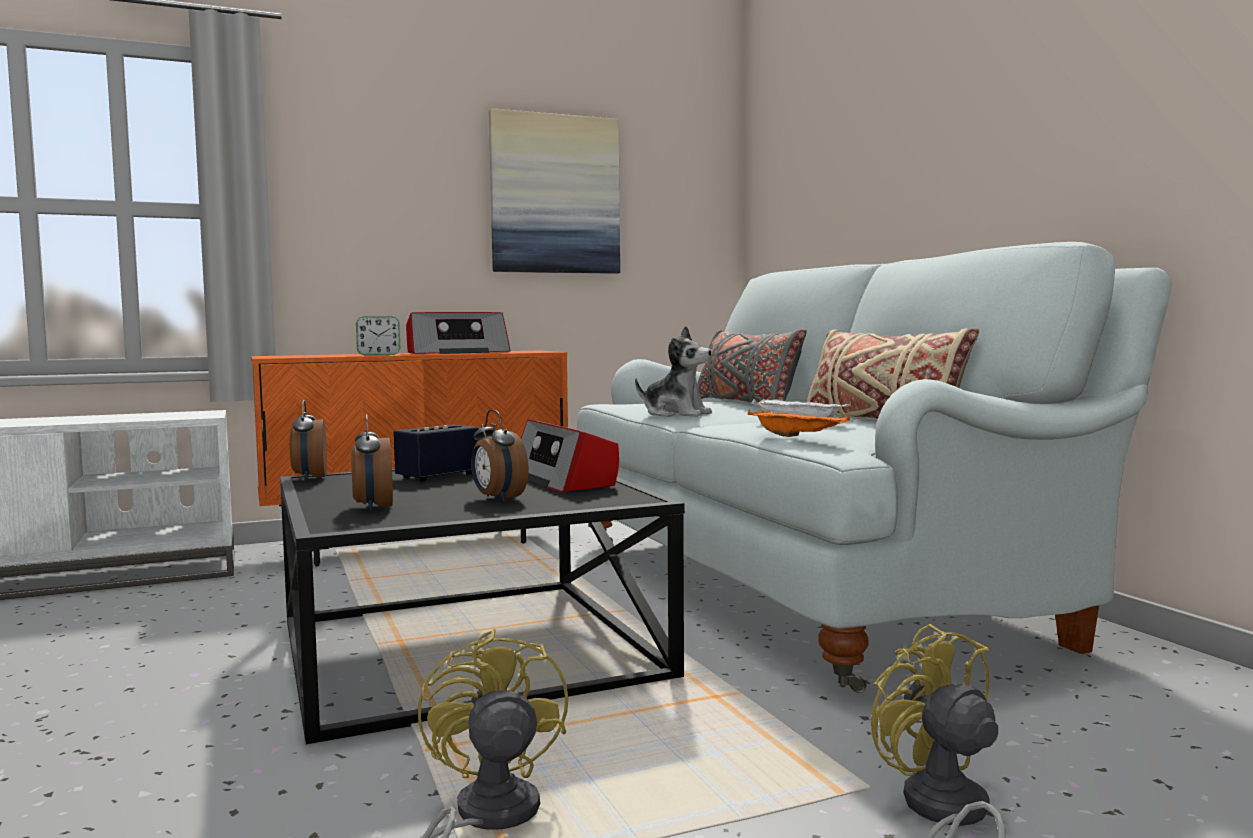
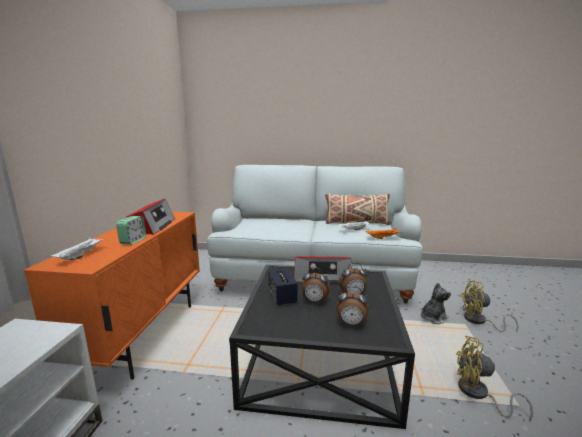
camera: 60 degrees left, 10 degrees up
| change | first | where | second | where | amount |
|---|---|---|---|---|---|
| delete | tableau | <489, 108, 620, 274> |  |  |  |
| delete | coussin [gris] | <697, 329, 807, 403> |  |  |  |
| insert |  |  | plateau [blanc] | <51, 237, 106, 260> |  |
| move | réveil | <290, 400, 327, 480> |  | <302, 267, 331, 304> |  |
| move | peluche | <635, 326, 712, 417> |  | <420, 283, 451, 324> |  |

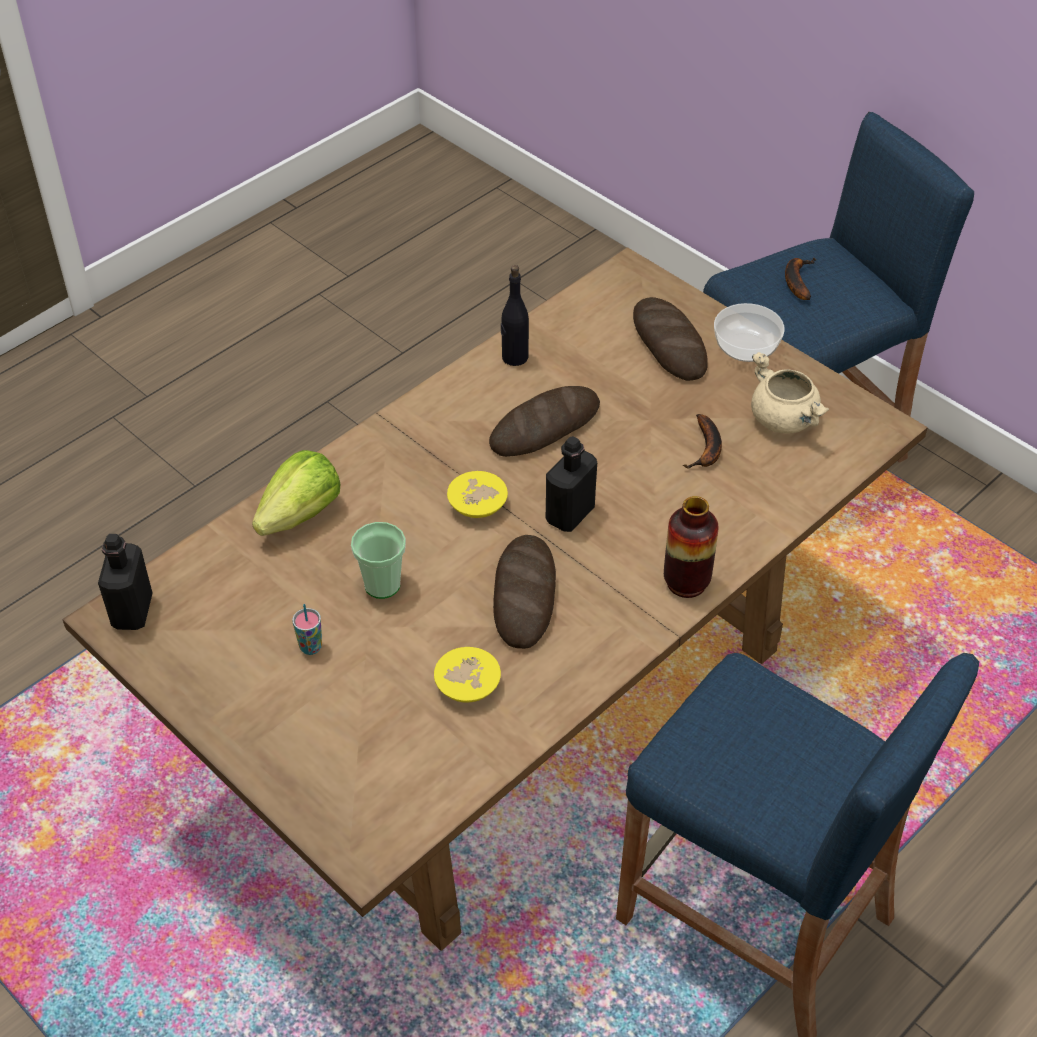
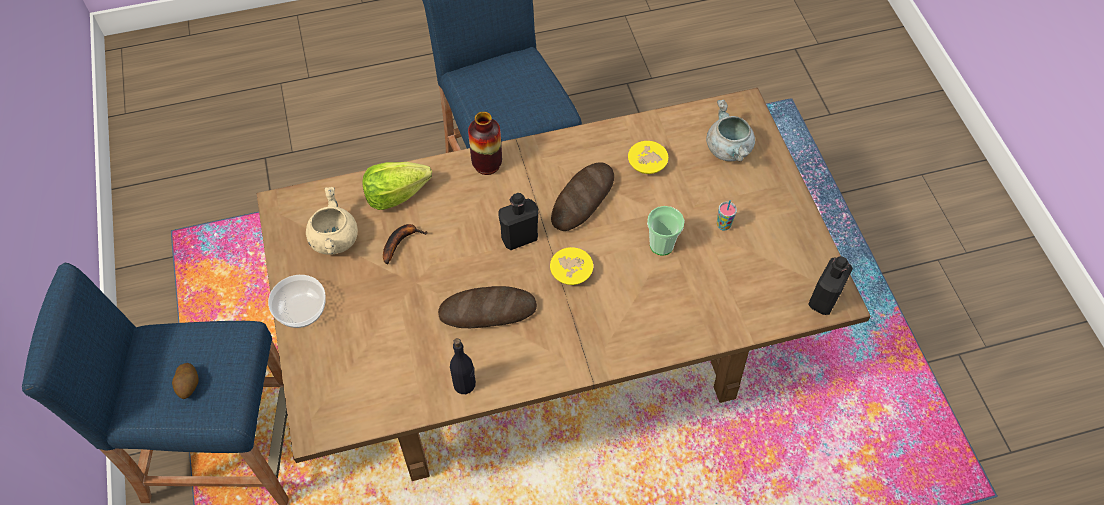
camera: 150 degrees left, 10 degrees up
| change | first | where | second | where | amount |
|---|---|---|---|---|---|
| delete | pain | <633, 297, 708, 381> |  |  |  |
| insert |  |  | marmite [gris] | <706, 99, 755, 162> |  |
| move | laitue | <252, 450, 340, 536> |  | <363, 162, 432, 210> |  |
| replace | banane | <785, 258, 816, 300> | pomme de terre | <172, 363, 199, 399> |  |

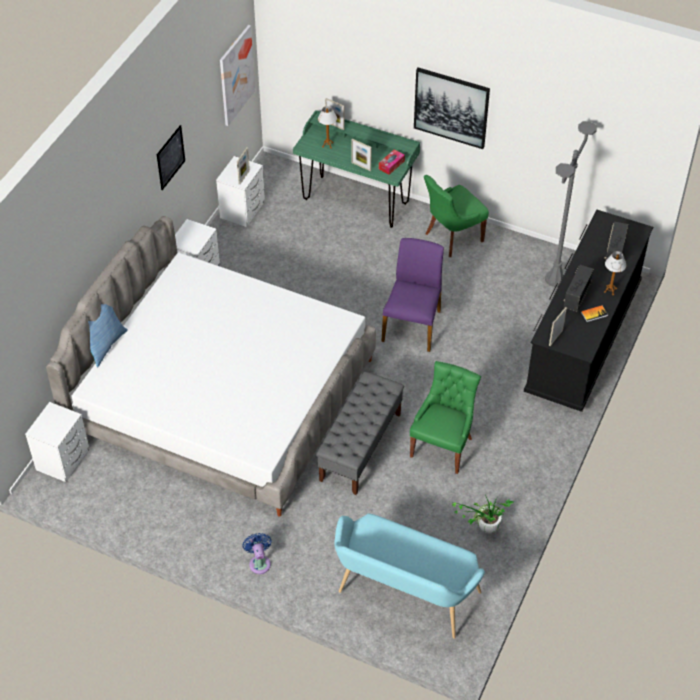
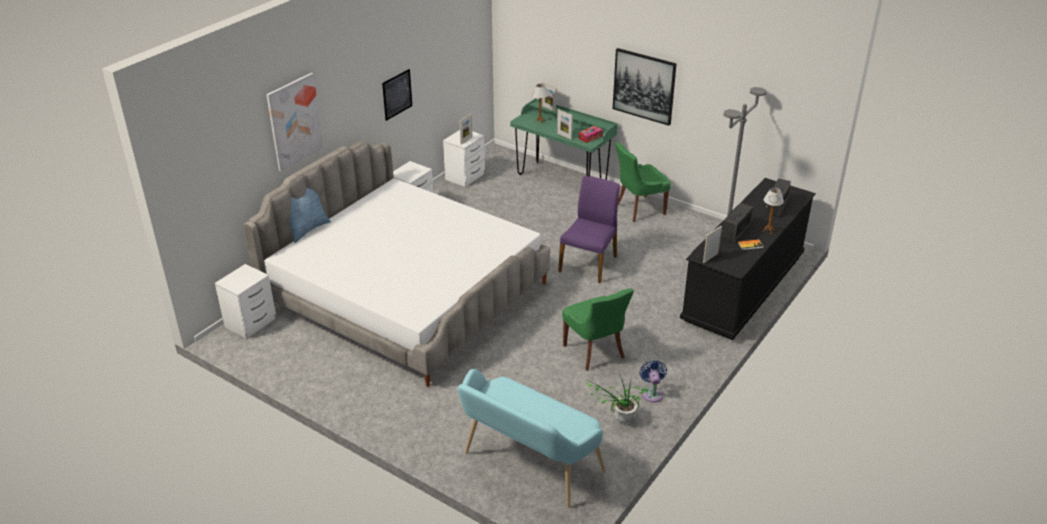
camera: 10 degrees right, 15 degrees down
| change | first | where | second | where | amount |
|---|---|---|---|---|---|
| delete | banc [gris] | <316, 371, 404, 495> |  |  |  |
| move | tableau | <220, 25, 255, 126> |  | <266, 73, 323, 172> |  |
| move | ventilateur [bleu] | <243, 533, 271, 574> |  | <639, 360, 667, 402> |  |
| rotate | chaise [vert] | <410, 361, 481, 474> |  | <562, 288, 634, 371> | 120 degrees clockwise |

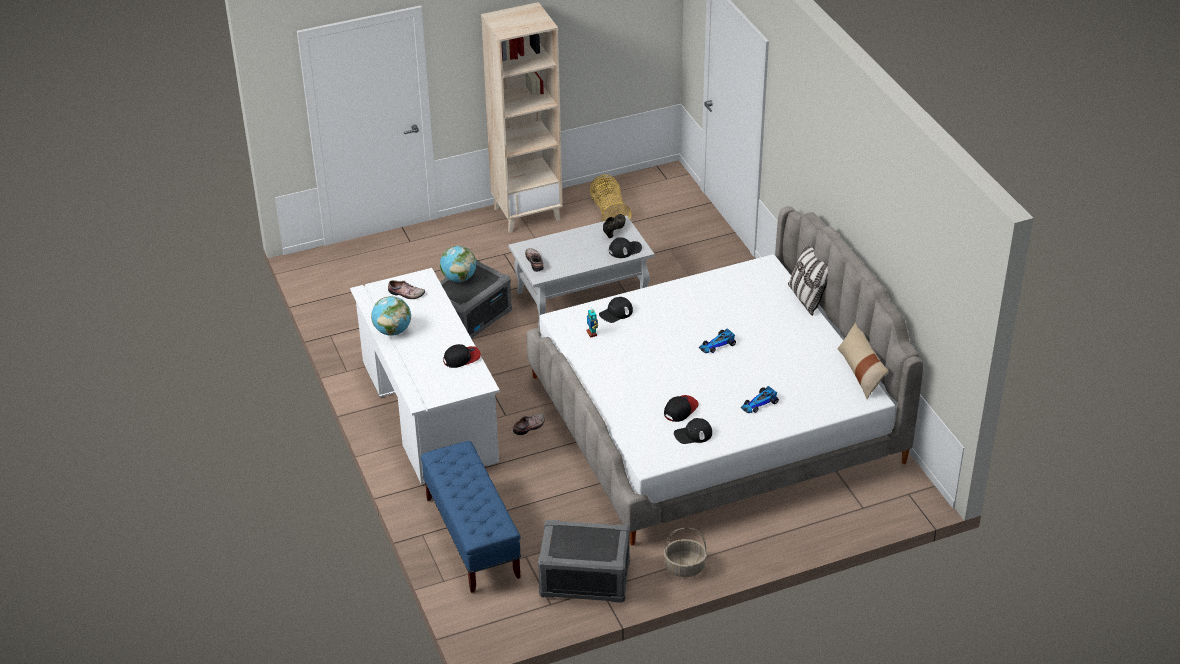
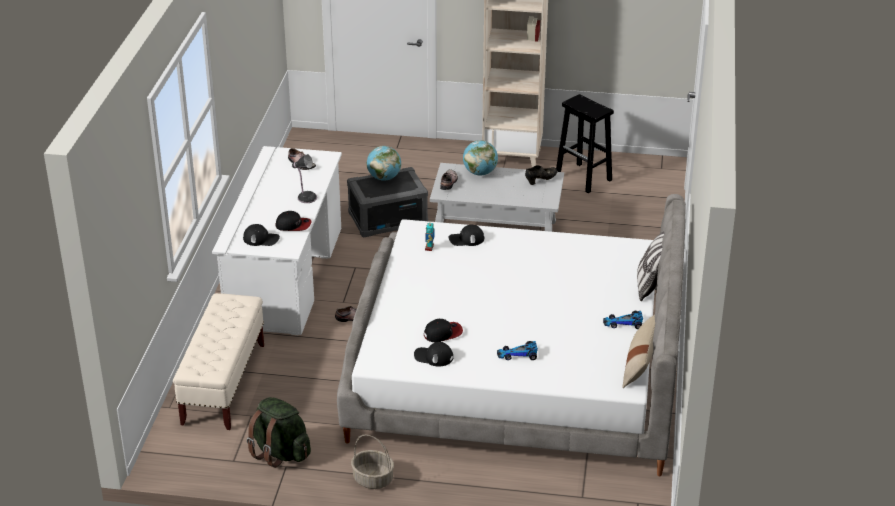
camera: 30 degrees right, 5 degrees down
| change | first | where | second | where | amount |
|---|---|---|---|---|---|
| insert |  |  | lampe de table | <292, 154, 317, 203> |  |
| move | globe | <371, 296, 411, 336> |  | <463, 140, 498, 176> |  |
| move | casquette [noir] | <609, 237, 642, 258> |  | <243, 224, 280, 246> |  |
| move | petite voiture | <699, 328, 736, 353> |  | <603, 311, 643, 329> |  |
| replace | boîte de rangement [gris] | <538, 520, 630, 603> | sac à dos [vert] | <247, 397, 311, 468> |  |
| replace | panier | <590, 175, 632, 222> | tabouret [noir] | <556, 94, 614, 193> |  |
| recolor | banc [bleu] | <421, 441, 521, 593> | banc [beige] | <173, 293, 264, 430> |  |

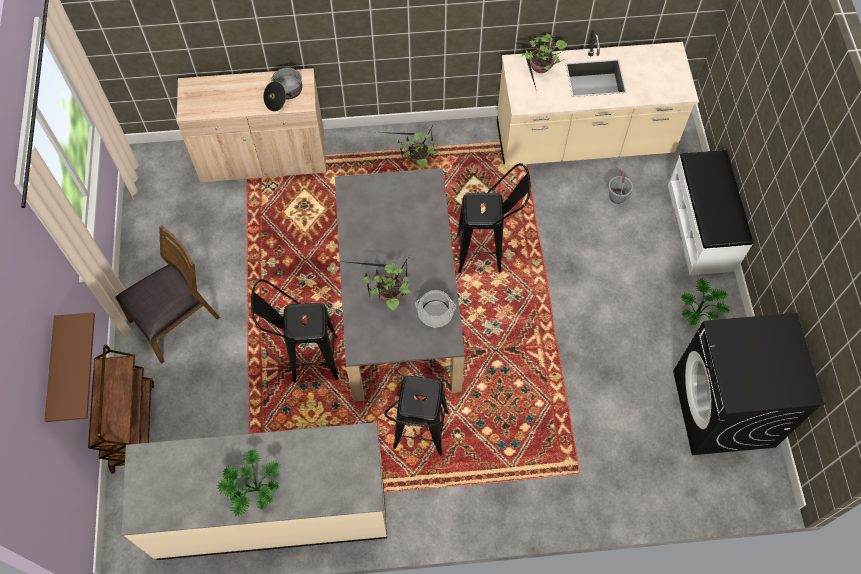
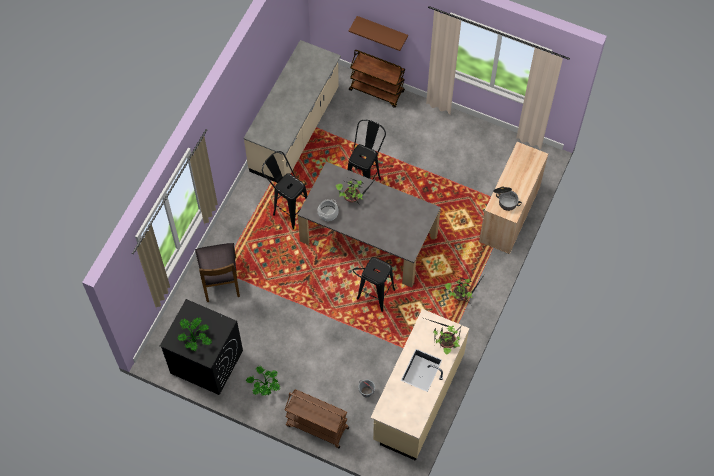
camera: 120 degrees right, 0 degrees up
| change | first | where | second | where | amount |
|---|---|---|---|---|---|
| move | chaise [marron] | <115, 225, 220, 364> |  | <195, 243, 240, 302> |  |
| move | plante en pot | <217, 449, 281, 517> |  | <177, 317, 212, 351> |  |
| replace | banc [blanc] | <668, 150, 753, 275> | chariot [marron] | <285, 389, 349, 448> |  |

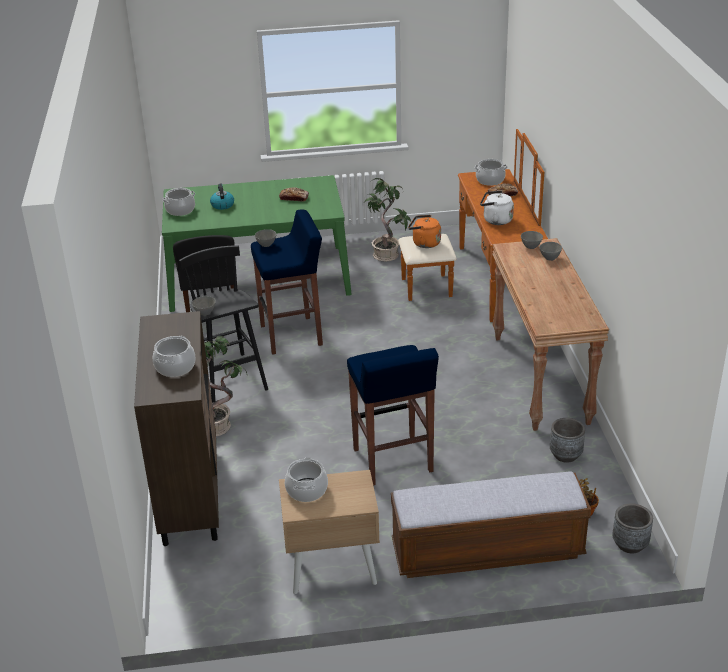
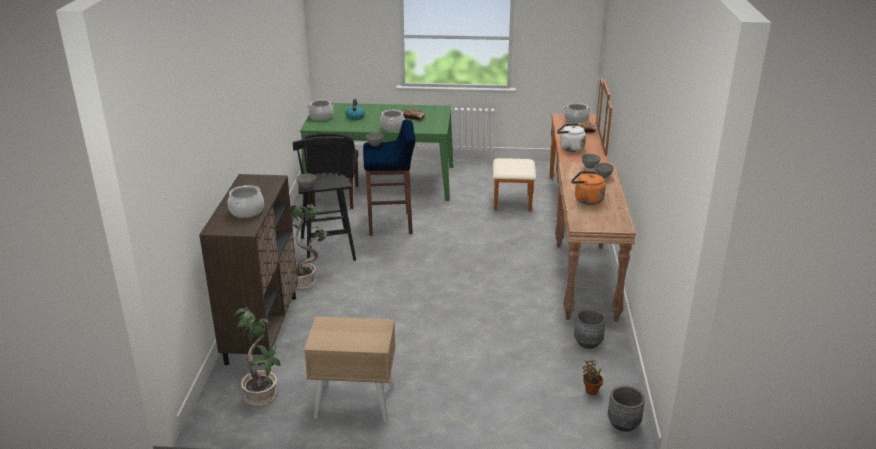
camera: 10 degrees right, 5 degrees down
| change | first | where | second | where | amount |
|---|---|---|---|---|---|
| delete | tabouret [bleu] | <347, 345, 439, 486> |  |  |  |
| delete | banc | <391, 471, 591, 578> |  |  |  |
| move | marmite | <285, 457, 328, 502> |  | <380, 110, 405, 131> |  |
| move | plante en pot | <363, 178, 411, 262> |  | <233, 305, 281, 406> |  |
| move | bouilloire [orange] | <408, 215, 441, 248> |  | <571, 171, 606, 205> |  |

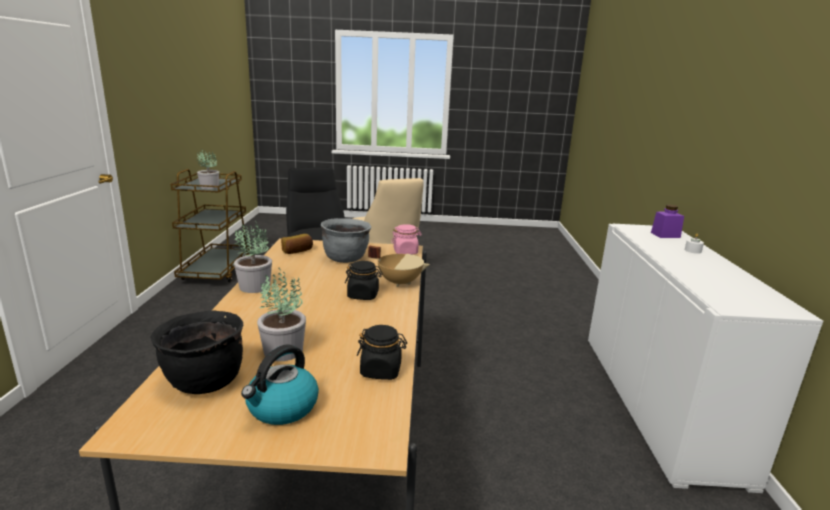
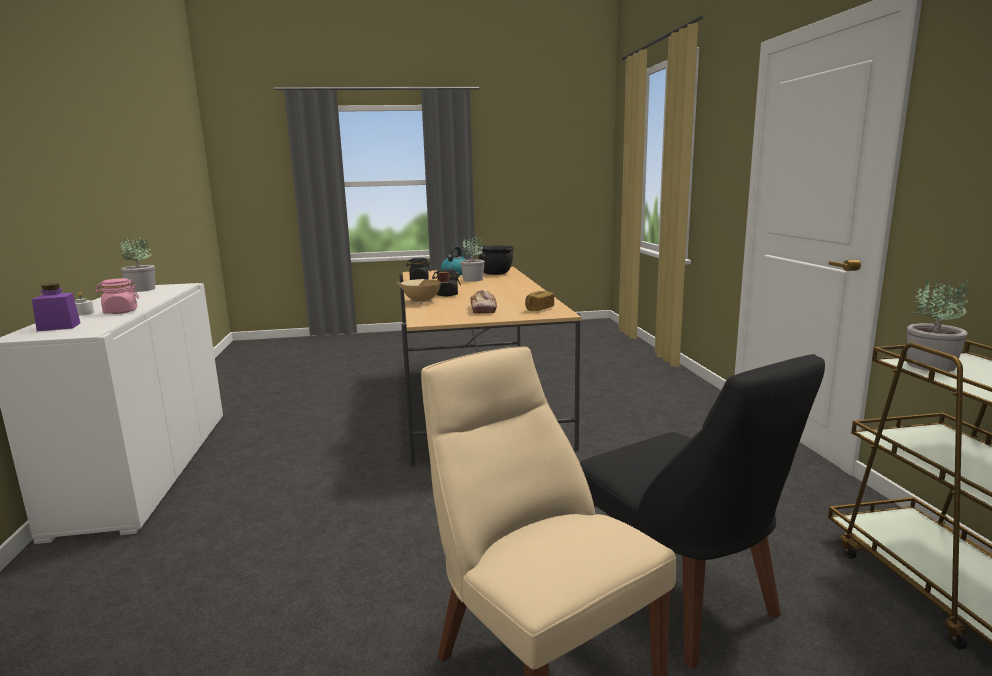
camera: 170 degrees right, 5 degrees down
| change | first | where | second | where | amount |
|---|---|---|---|---|---|
| move | plante en pot | <234, 221, 272, 293> |  | <120, 237, 155, 292> |  |
| move | bocal [rose] | <391, 224, 422, 254> |  | <95, 278, 139, 314> |  |
| replace | marmite [gris] | <321, 218, 371, 263> | pain | <470, 290, 497, 314> |  |

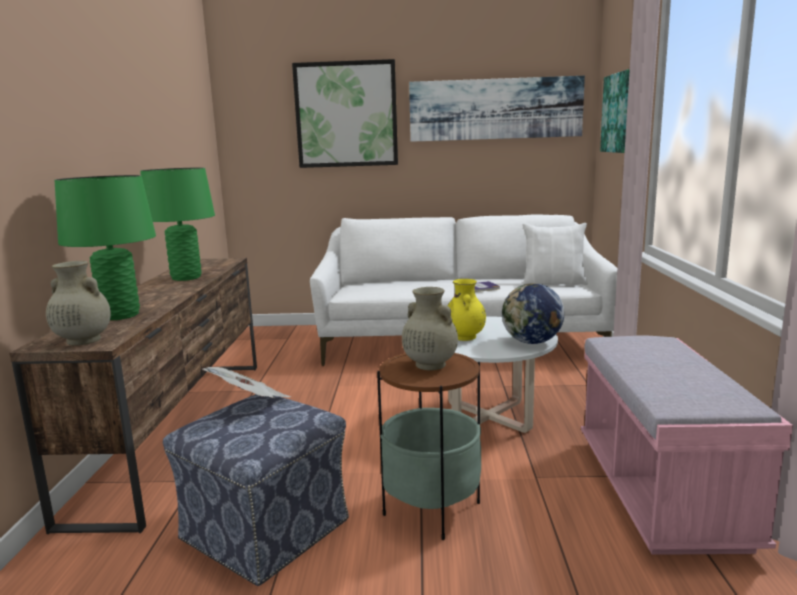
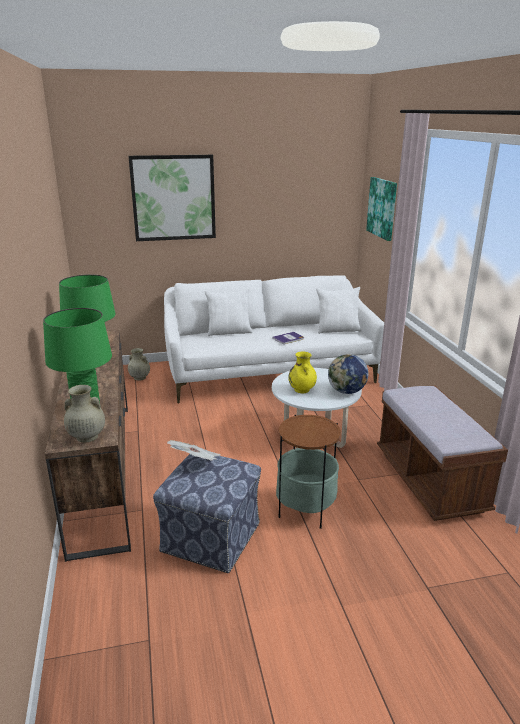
camera: 15 degrees left, 10 degrees up
| change | first | where | second | where | amount |
|---|---|---|---|---|---|
| delete | tableau | <409, 76, 585, 142> |  |  |  |
| insert |  |  | coussin [blanc] | <205, 288, 253, 336> |  |
| move | vase [beige] | <402, 287, 458, 370> |  | <128, 348, 150, 381> |  |
| recolor | banc [rose] | <581, 336, 793, 555> | banc [marron] | <377, 385, 508, 521> |  |

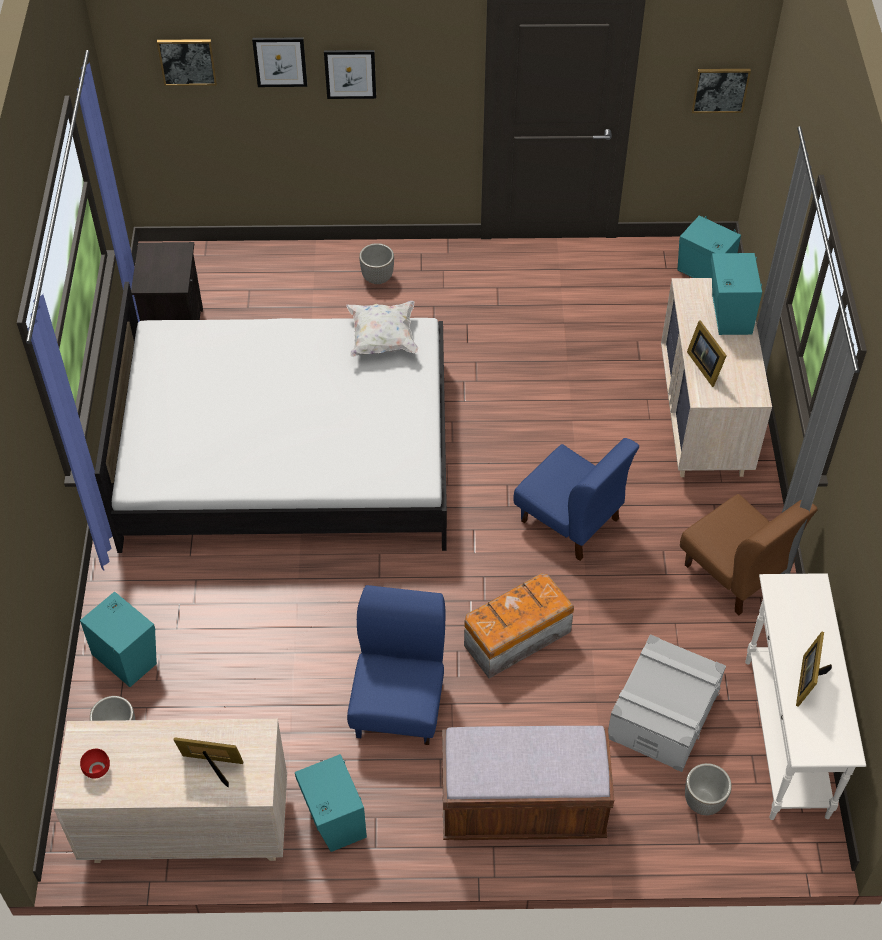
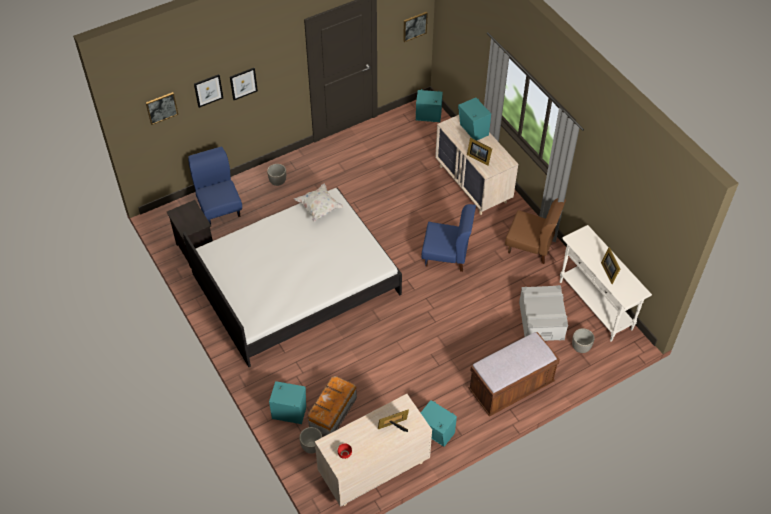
camera: 30 degrees left, 0 degrees up
| change | first | where | second | where | amount |
|---|---|---|---|---|---|
| move | chaise [bleu] | <347, 585, 445, 745> |  | <188, 147, 242, 224> |  |
| move | boîte de rangement | <464, 573, 574, 678> |  | <308, 376, 357, 437> |  |

